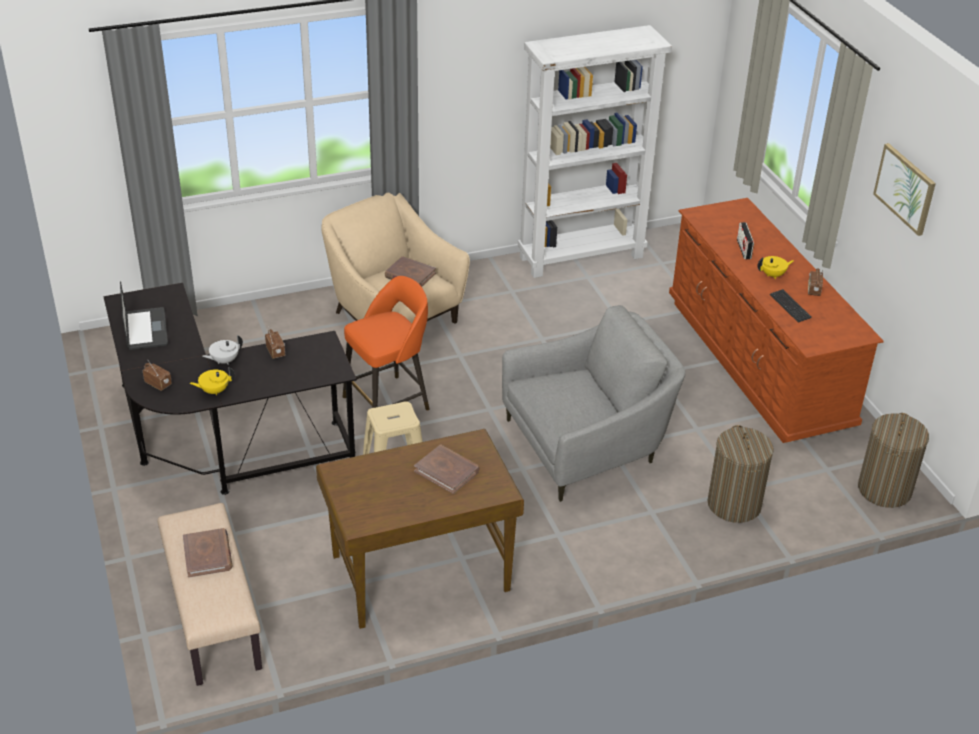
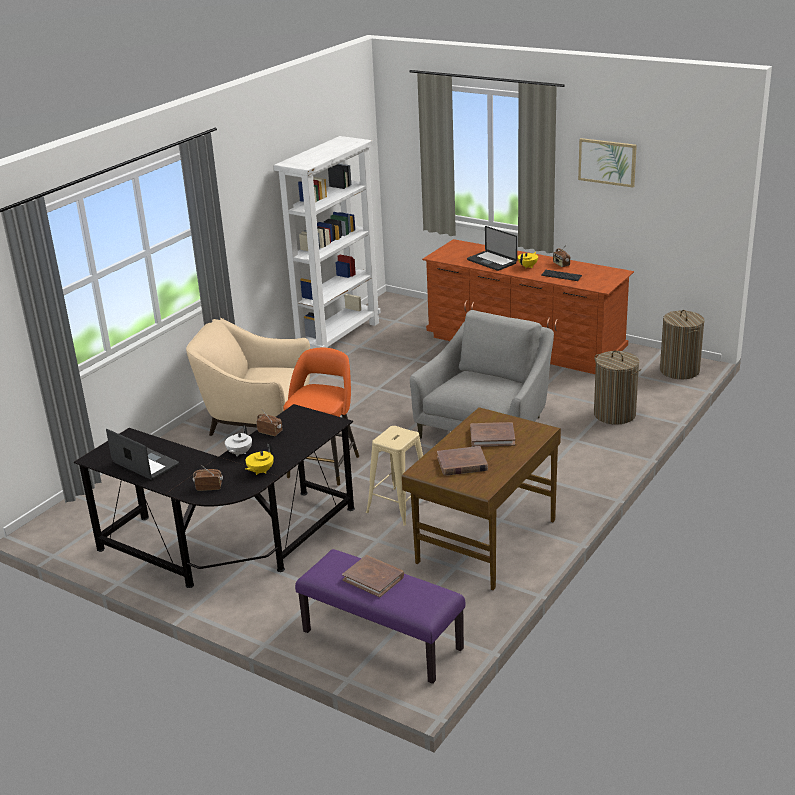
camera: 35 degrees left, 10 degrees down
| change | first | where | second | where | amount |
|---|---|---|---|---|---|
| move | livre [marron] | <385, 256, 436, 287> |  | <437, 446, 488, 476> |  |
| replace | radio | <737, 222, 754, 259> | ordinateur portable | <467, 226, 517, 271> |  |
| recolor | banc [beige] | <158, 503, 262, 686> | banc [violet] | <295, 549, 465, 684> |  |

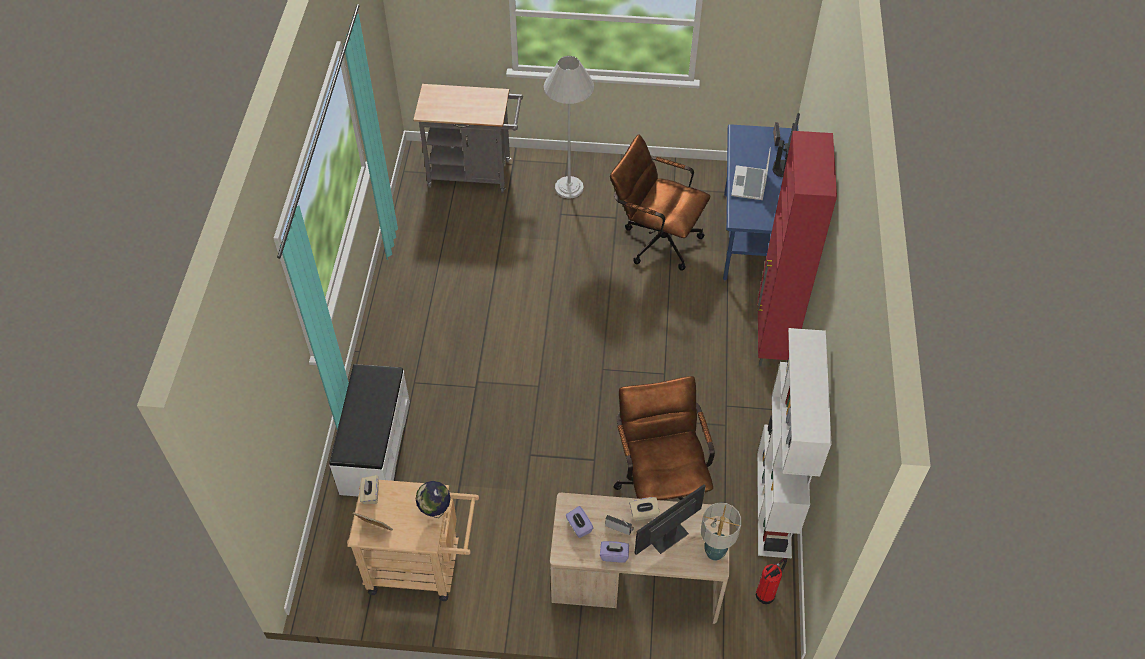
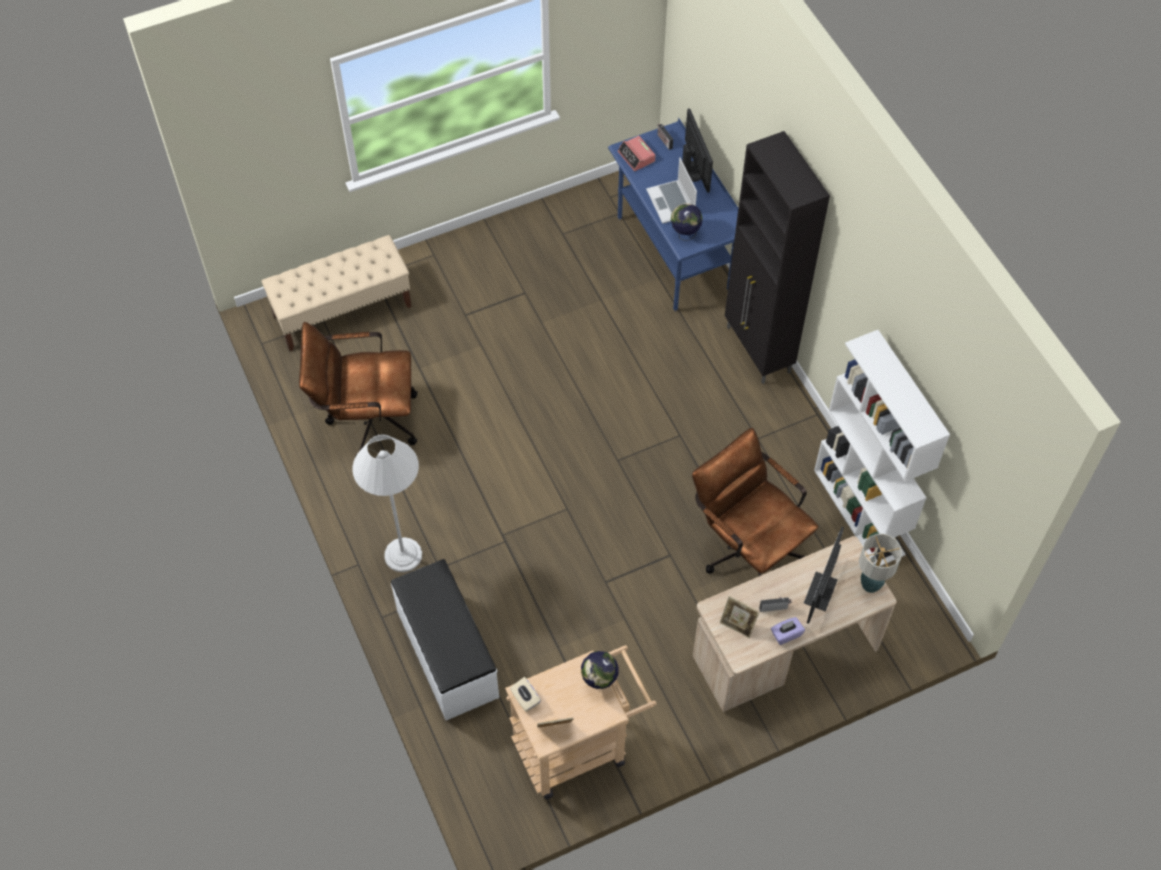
camera: 30 degrees left, 5 degrees up
| change | first | where | second | where | amount |
|---|---|---|---|---|---|
| delete | boîte à mouchoirs [beige] | <629, 497, 660, 521> |  |  |  |
| delete | extincteur | <756, 558, 787, 604> |  |  |  |
| insert |  |  | réveil | <618, 136, 655, 171> |  |
| insert |  |  | globe | <671, 203, 703, 241> |  |
| move | lampadaire [blanc] | <544, 56, 594, 199> |  | <352, 434, 422, 572> |  |
| move | chaise de bureau [marron] | <610, 134, 710, 270> |  | <299, 322, 417, 456> |  |
| replace | chariot [gris] | <413, 84, 523, 193> | banc [beige] | <261, 235, 411, 352> |  |
| replace | boîte à mouchoirs [violet] | <566, 506, 593, 538> | cadre photo | <720, 596, 759, 638> |  |
| recolor | meuble de rangement [rouge] | <757, 131, 837, 366> | meuble de rangement [noir] | <725, 131, 830, 384> |  |

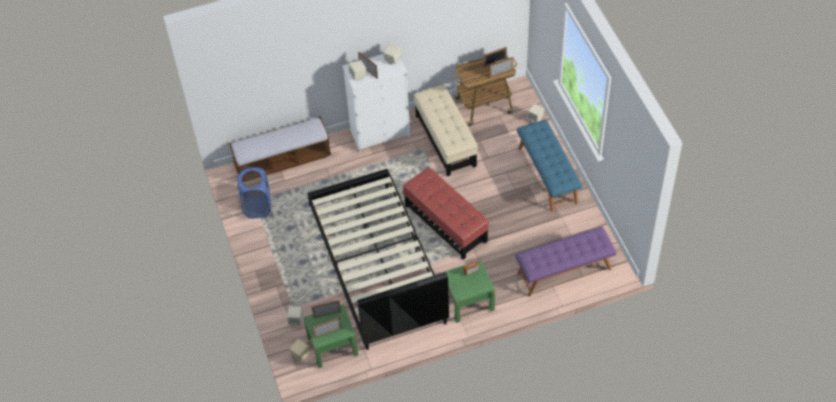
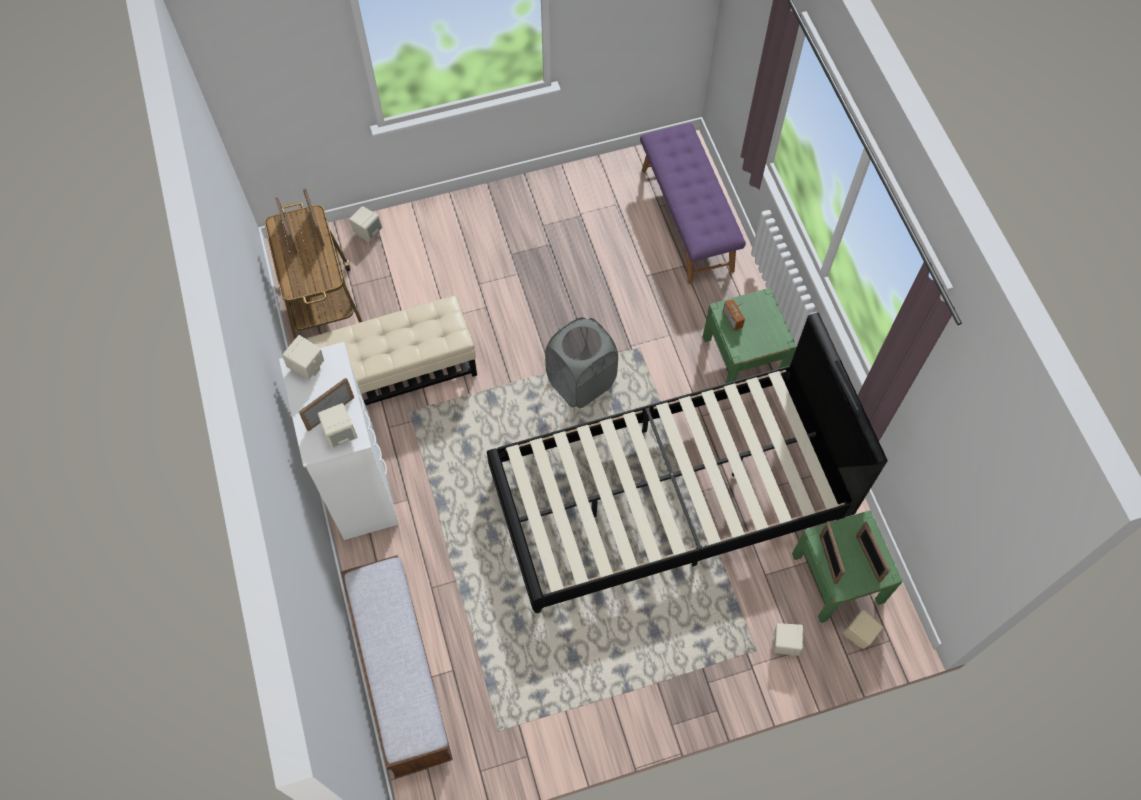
camera: 90 degrees left, 10 degrees up
| change | first | where | second | where | amount |
|---|---|---|---|---|---|
| delete | panier à linge [bleu] | <237, 167, 271, 218> |  |  |  |
| delete | banc [bleu] | <517, 120, 582, 212> |  |  |  |
| replace | pouf [rouge] | <403, 167, 489, 260> | panier à linge [gris] | <545, 317, 618, 408> |  |

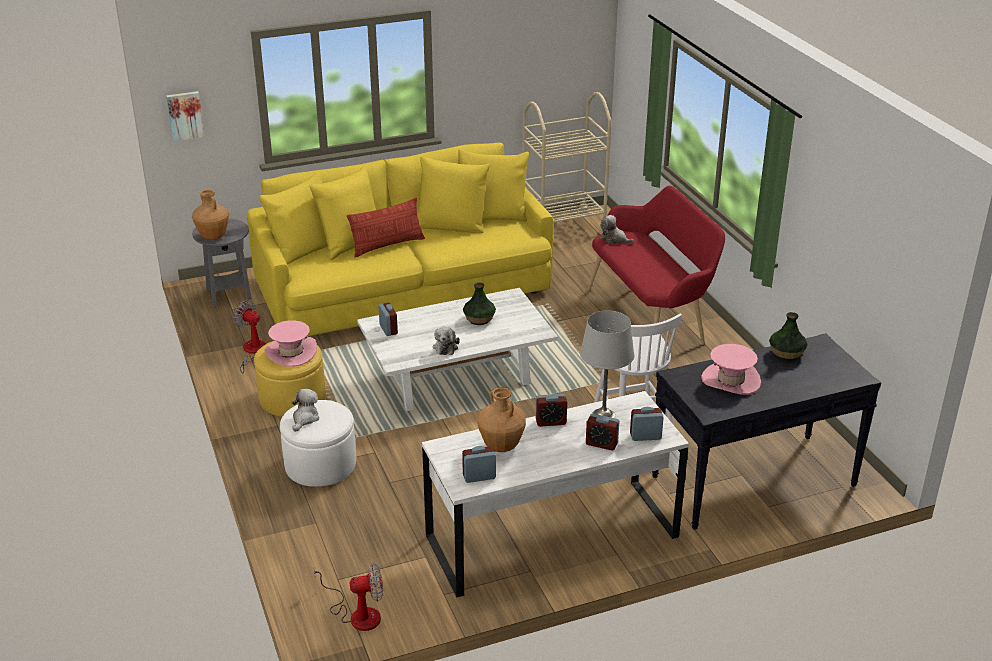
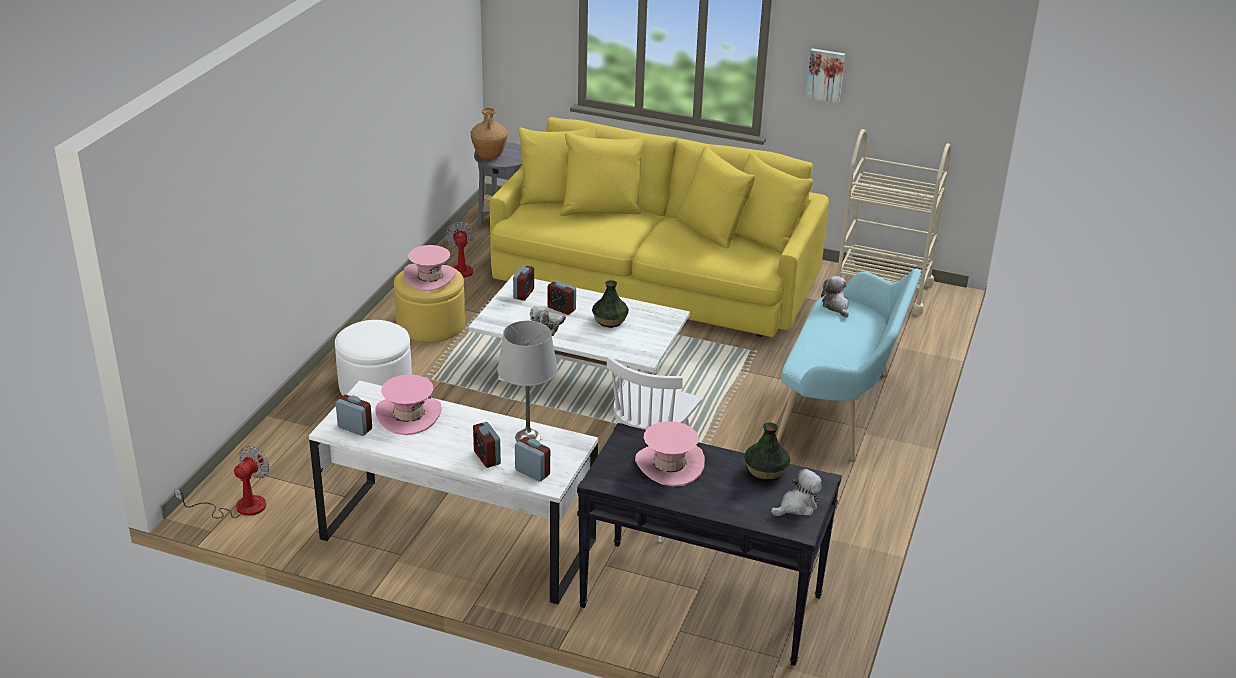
camera: 40 degrees right, 0 degrees up
| change | first | where | second | where | amount |
|---|---|---|---|---|---|
| delete | coussin | <347, 198, 425, 257> |  |  |  |
| move | tableau | <166, 91, 205, 141> |  | <806, 48, 845, 103> |  |
| move | peluche | <292, 388, 319, 432> |  | <771, 469, 822, 516> |  |
| move | réveil | <536, 394, 567, 427> |  | <548, 280, 576, 315> |  |
| replace | vase [marron] | <477, 388, 526, 452> | chapeau [rose] | <375, 374, 442, 435> |  |
| recolor | banc [rouge] | <588, 186, 725, 344> | banc [turquoise] | <777, 268, 921, 460> |  |
| rotate | ventilateur | <314, 564, 383, 631> |  | <174, 446, 270, 518> | 90 degrees counterclockwise |

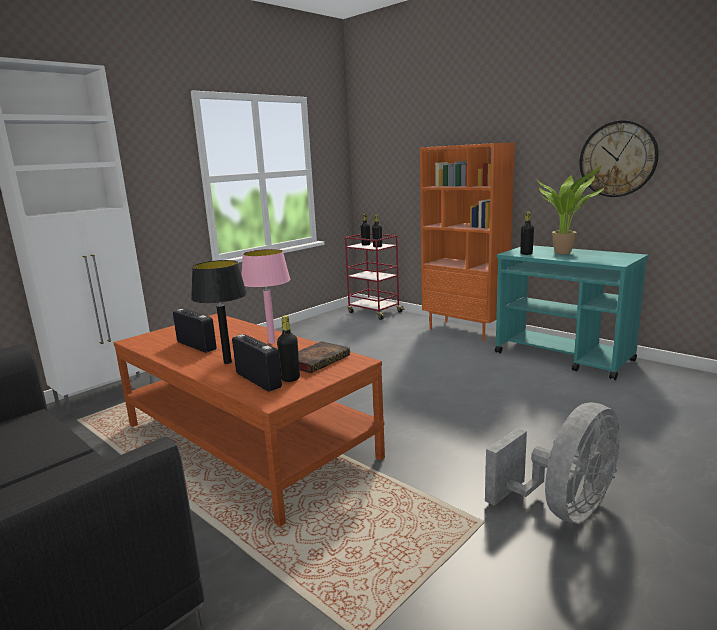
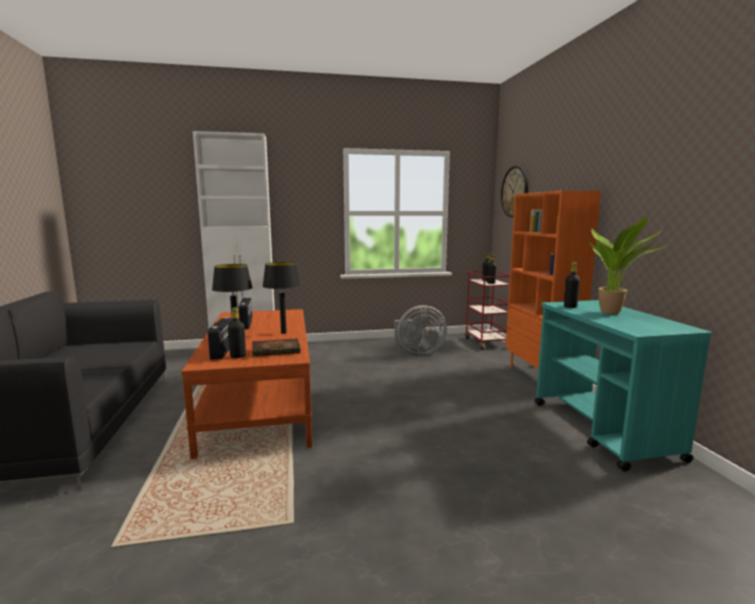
camera: 35 degrees right, 5 degrees down
| change | first | where | second | where | amount |
|---|---|---|---|---|---|
| move | ventilateur [gris] | <485, 402, 620, 524> |  | <394, 305, 447, 355> |  |
| move | horloge murale | <579, 120, 659, 197> |  | <501, 166, 528, 217> |  |
| recolor | lampe de table [rose] | <242, 249, 291, 344> | lampe de table [noir] | <262, 262, 301, 334> |  |

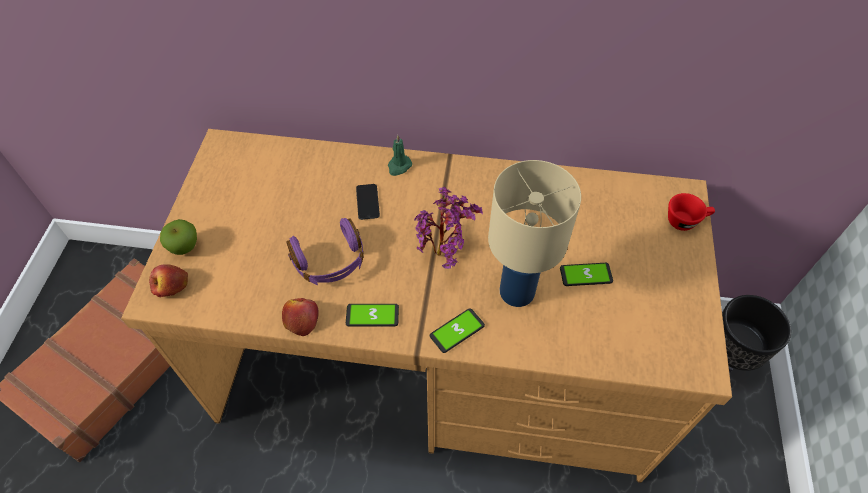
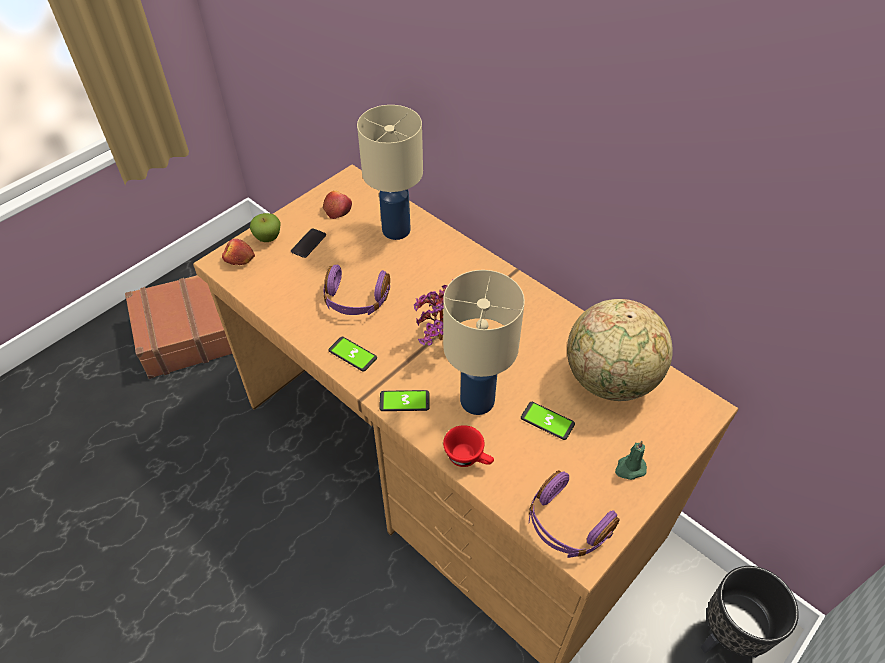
camera: 35 degrees right, 5 degrees down
| change | first | where | second | where | amount |
|---|---|---|---|---|---|
| insert |  |  | lampe de table [beige] | <357, 105, 423, 240> |  |
| insert |  |  | casque audio [violet] | <529, 470, 620, 558> |  |
| insert |  |  | globe | <567, 299, 673, 401> |  |
| move | pomme | <282, 298, 319, 336> |  | <323, 191, 352, 219> |  |
| move | téléphone | <356, 184, 380, 220> |  | <291, 228, 326, 258> |  |
| move | bougie [vert] | <388, 135, 412, 176> |  | <615, 441, 647, 480> |  |
| move | tasse [rouge] | <668, 193, 715, 231> |  | <443, 425, 494, 467> |  |

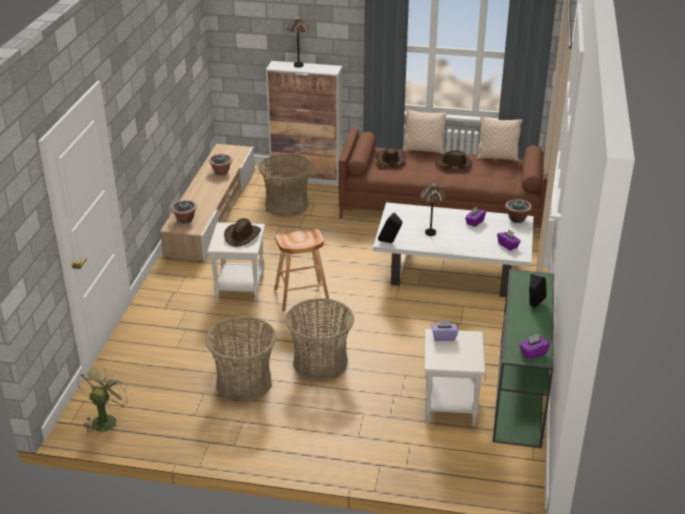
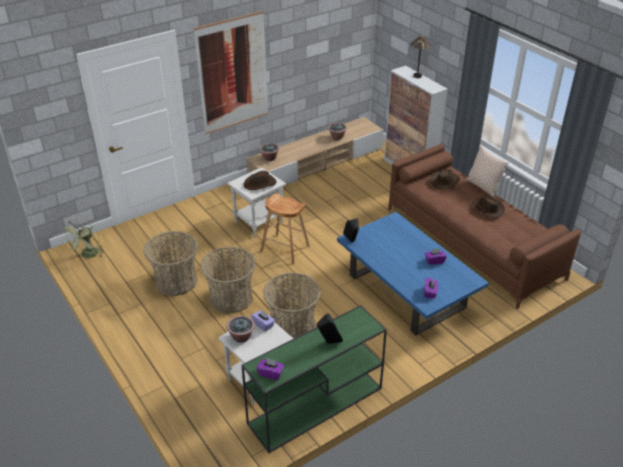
camera: 45 degrees right, 5 degrees up
| change | first | where | second | where | amount |
|---|---|---|---|---|---|
| delete | lampe de table | <420, 183, 446, 236> |  |  |  |
| delete | coussin [beige] | <476, 116, 523, 161> |  |  |  |
| insert |  |  | tableau | <194, 11, 268, 135> |  |
| move | panier | <258, 154, 312, 217> |  | <263, 273, 321, 338> |  |
| move | plante en pot | <505, 199, 532, 223> |  | <227, 316, 255, 343> |  |
| recolor | table basse [blanc] | <373, 202, 534, 297> | table basse [bleu] | <337, 212, 489, 335> |  |
| rotate | ventilateur [vert] | <77, 366, 132, 435> |  | <62, 219, 104, 258> | 135 degrees clockwise |

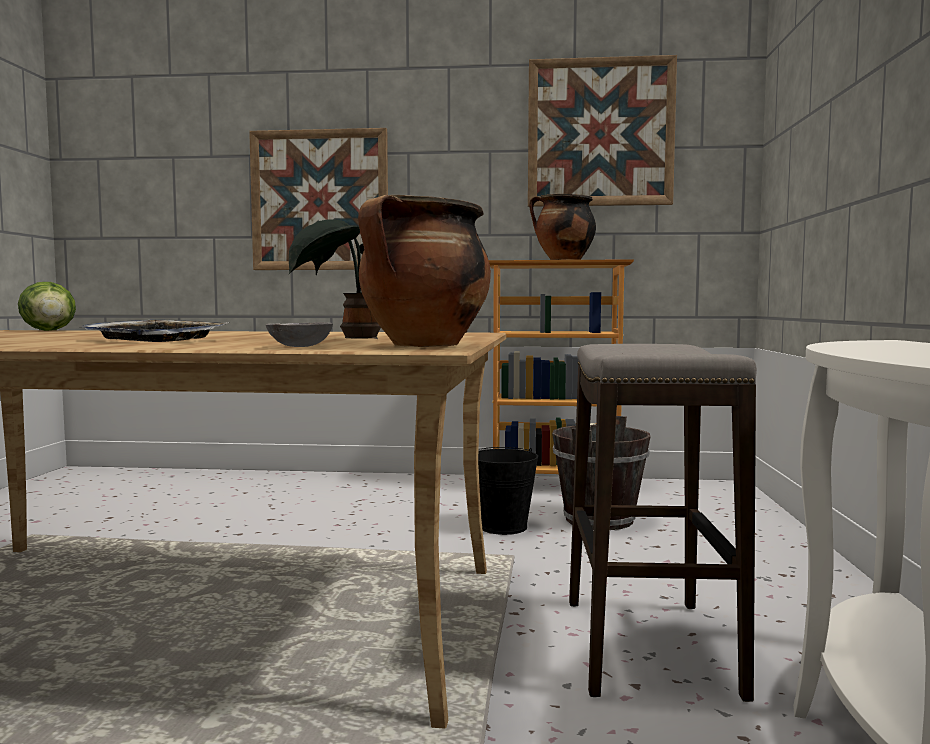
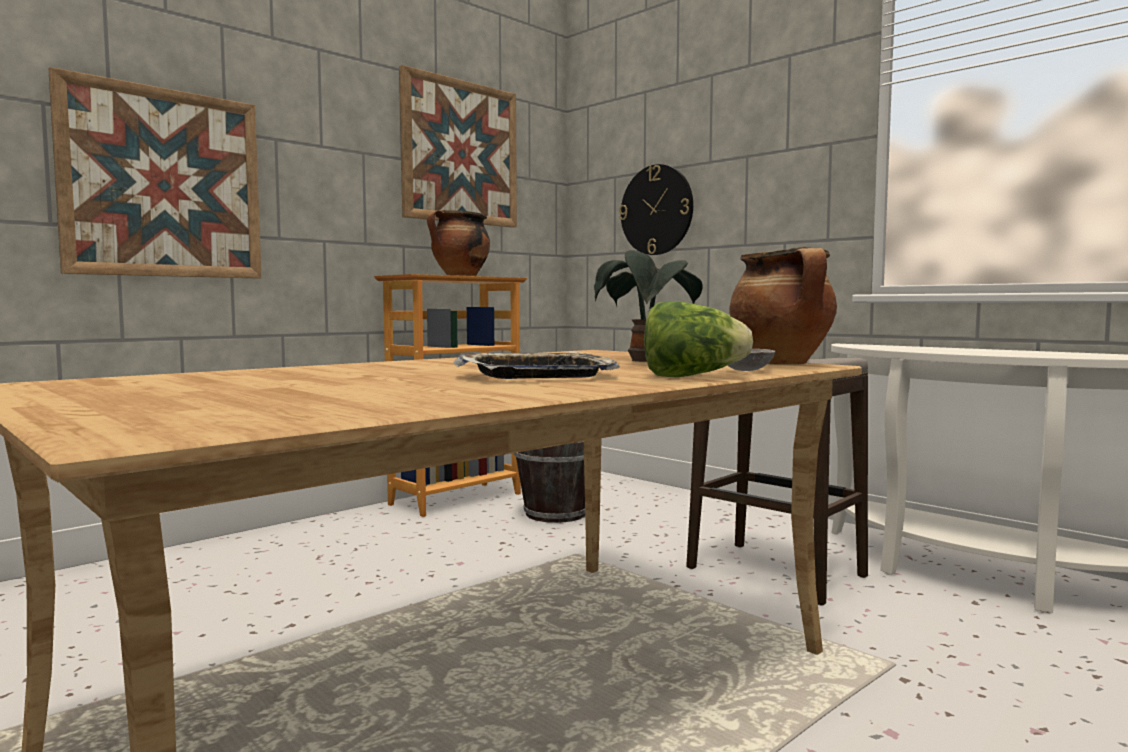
camera: 50 degrees left, 0 degrees up
| change | first | where | second | where | amount |
|---|---|---|---|---|---|
| delete | seau [noir] | <478, 447, 538, 535> |  |  |  |
| insert |  |  | horloge murale | <619, 164, 693, 255> |  |
| move | laitue | <18, 282, 76, 331> |  | <644, 301, 753, 377> |  |

